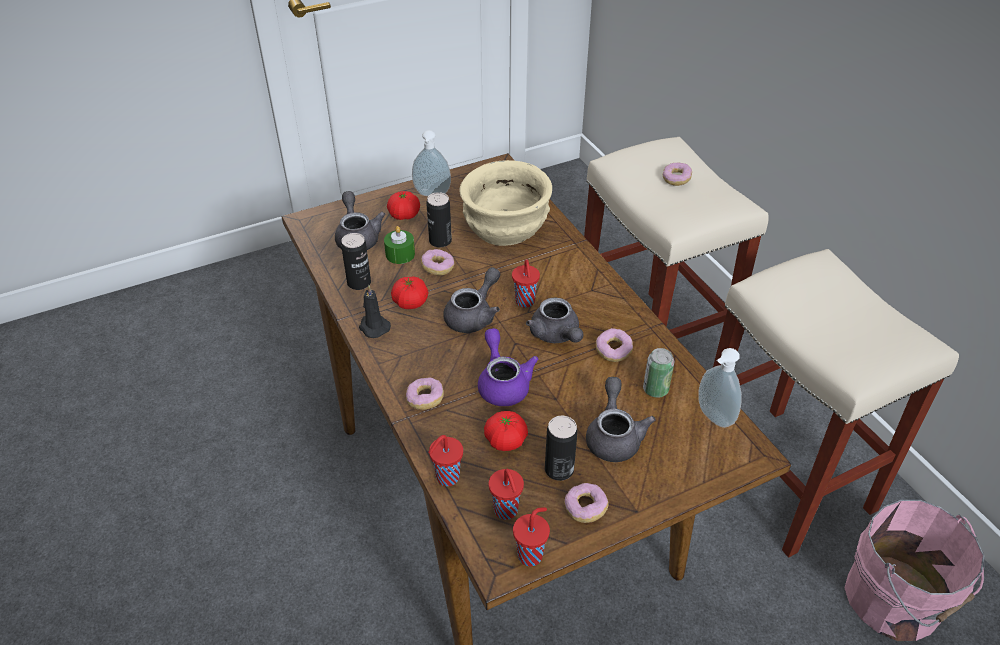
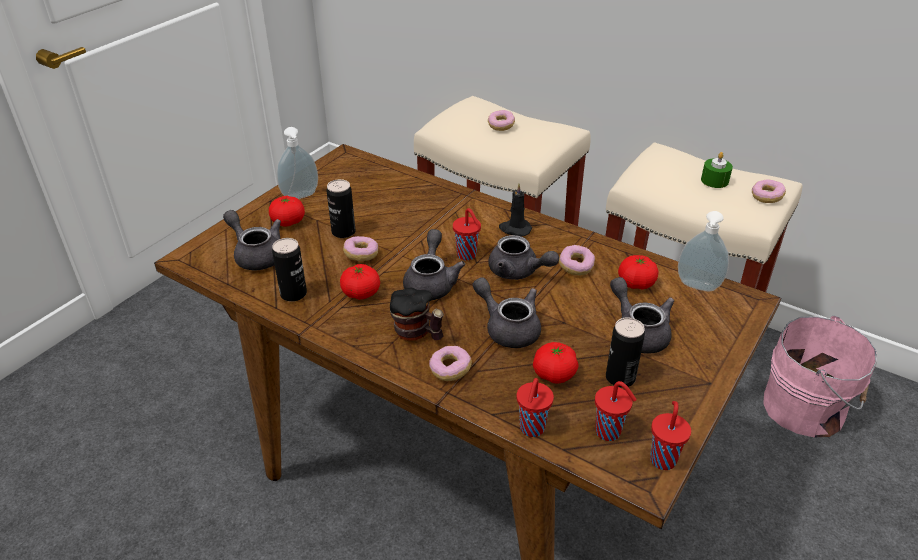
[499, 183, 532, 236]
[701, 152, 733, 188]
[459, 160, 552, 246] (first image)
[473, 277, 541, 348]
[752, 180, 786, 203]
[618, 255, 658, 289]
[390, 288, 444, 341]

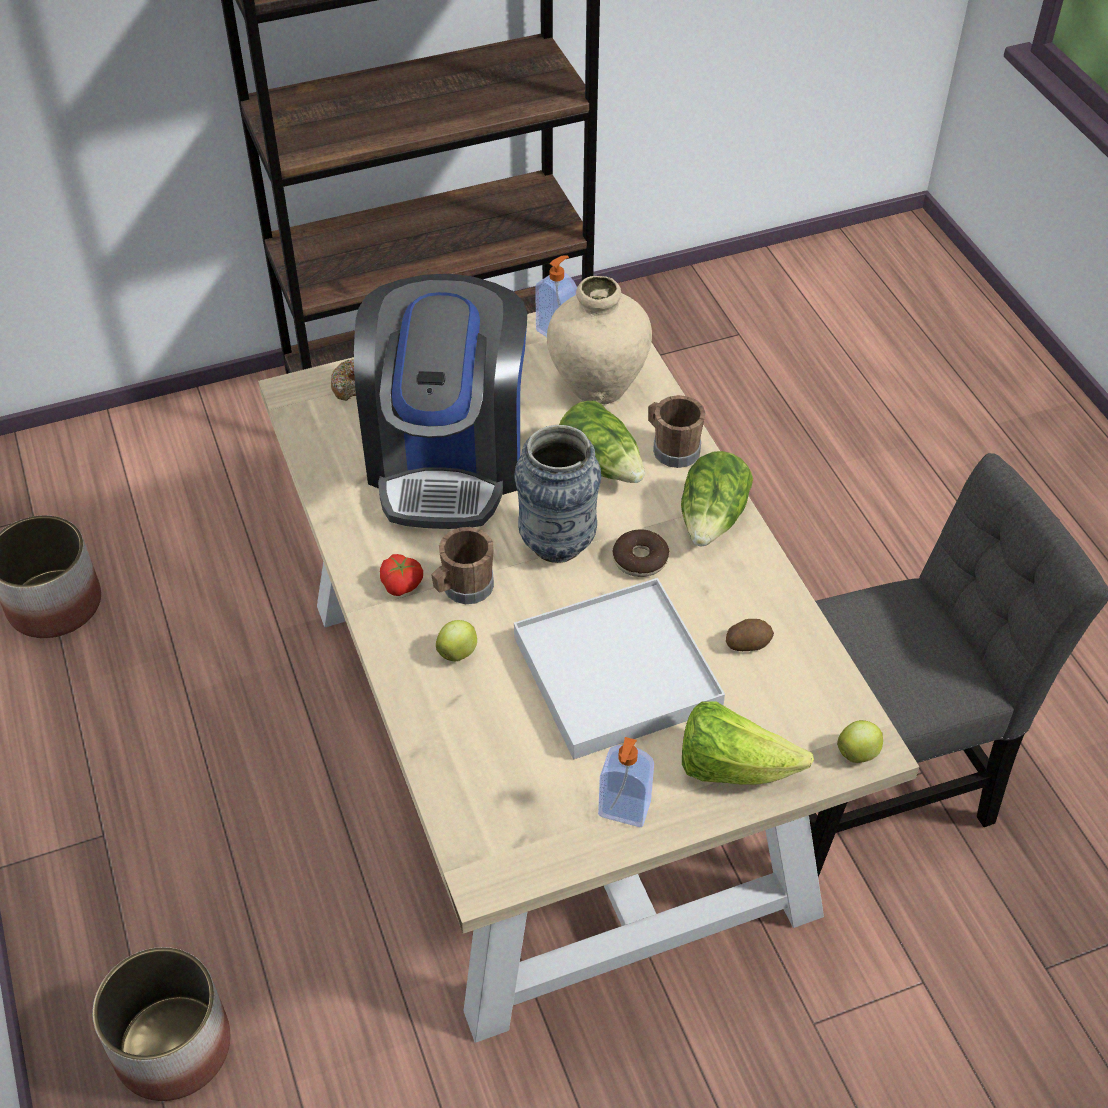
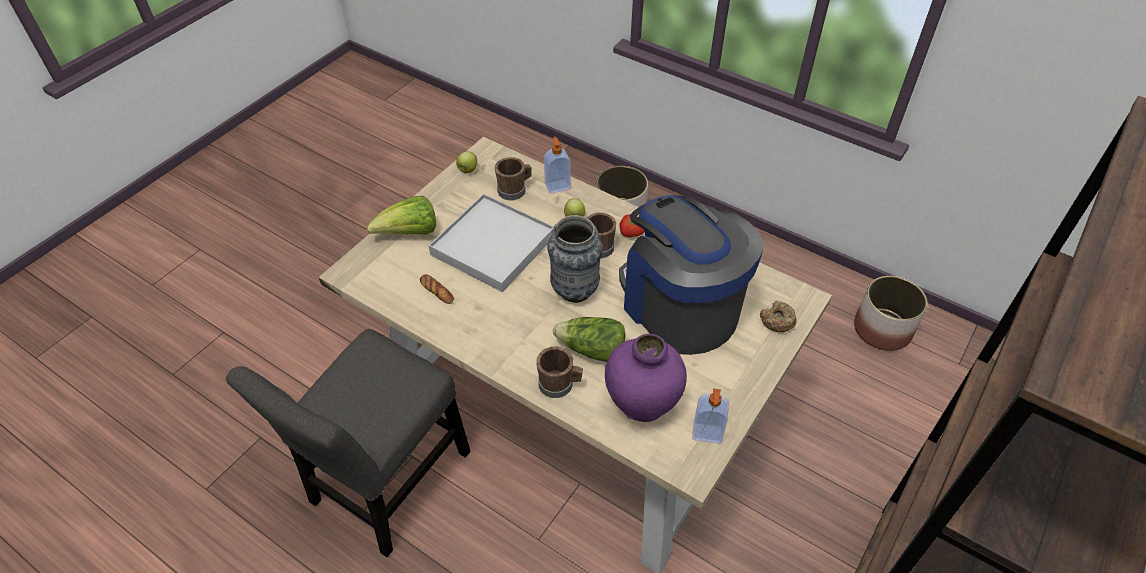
[605, 334, 687, 422]
[544, 137, 571, 194]
[612, 529, 669, 577] (first image)
[681, 451, 753, 547] (first image)
[420, 274, 454, 304]
[456, 151, 477, 173]
[495, 157, 532, 201]

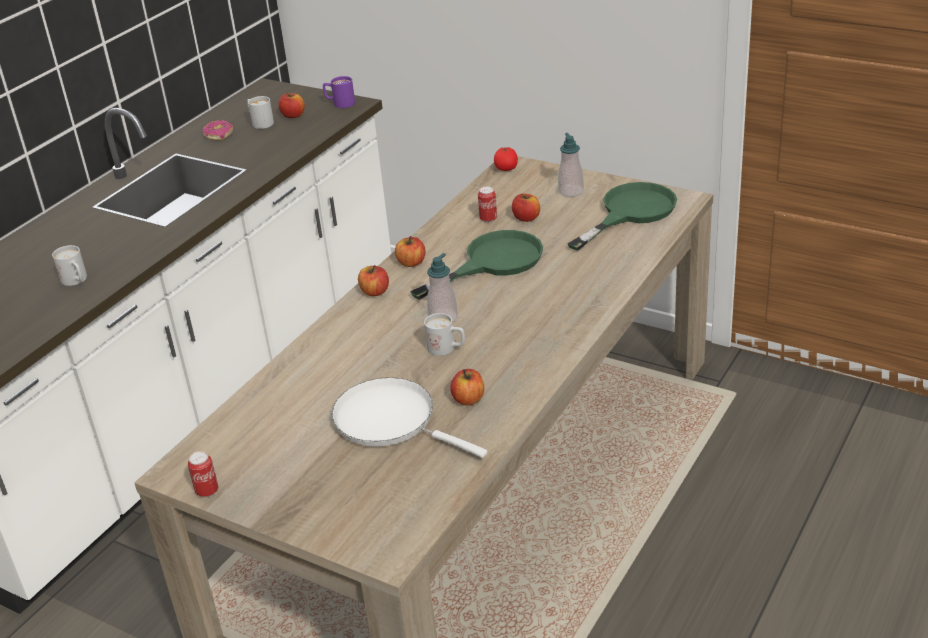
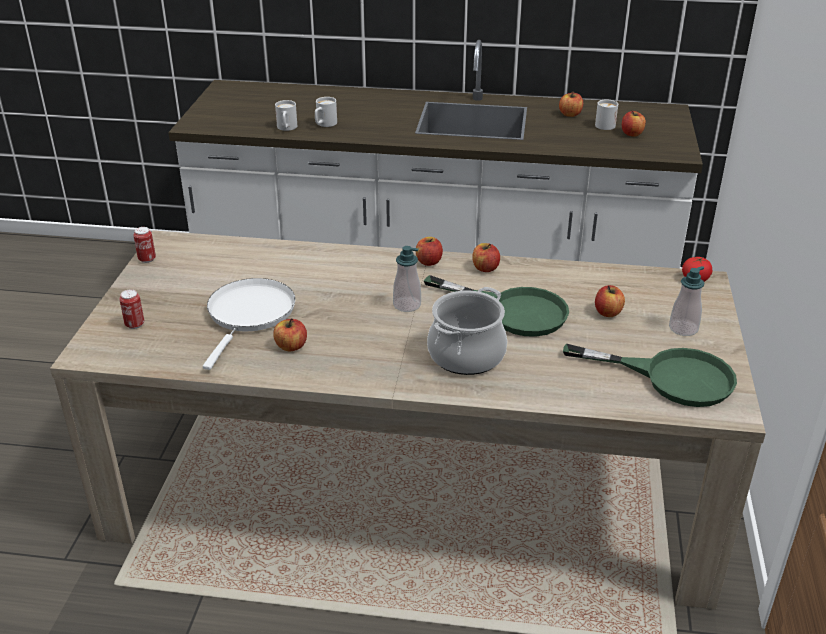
[559, 91, 583, 117]
[323, 76, 355, 108] (first image)
[275, 100, 297, 131]
[119, 289, 144, 329]
[427, 287, 507, 375]

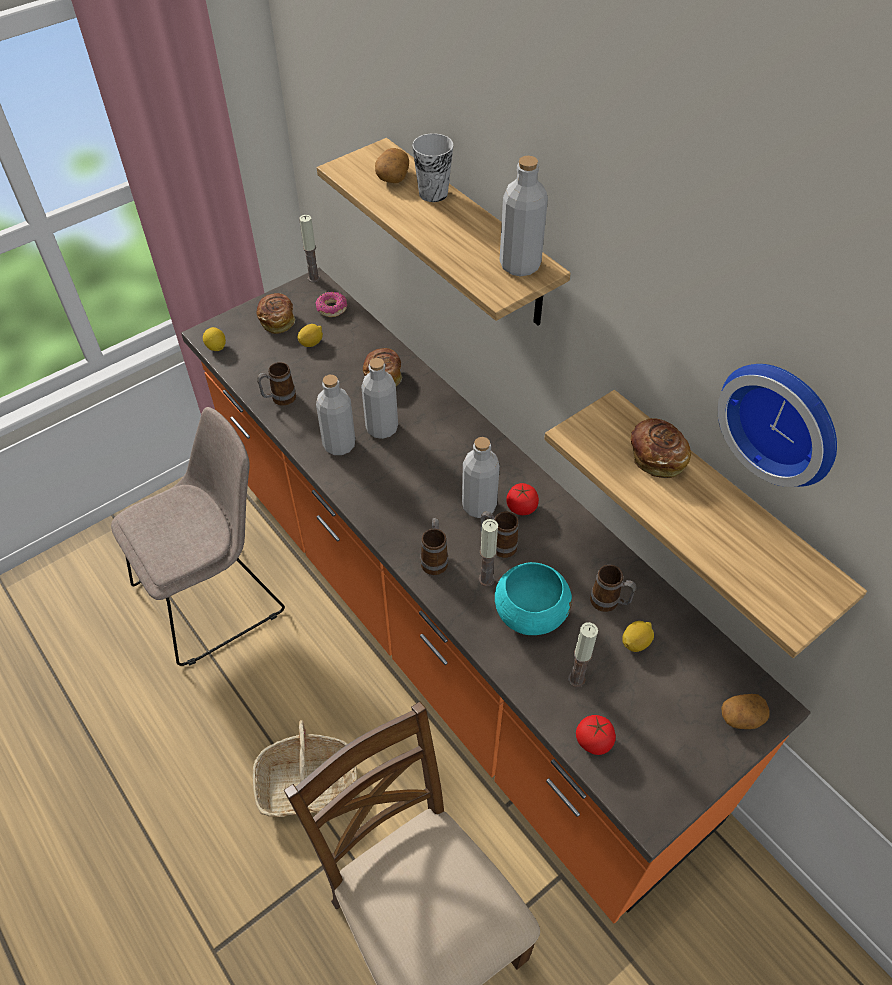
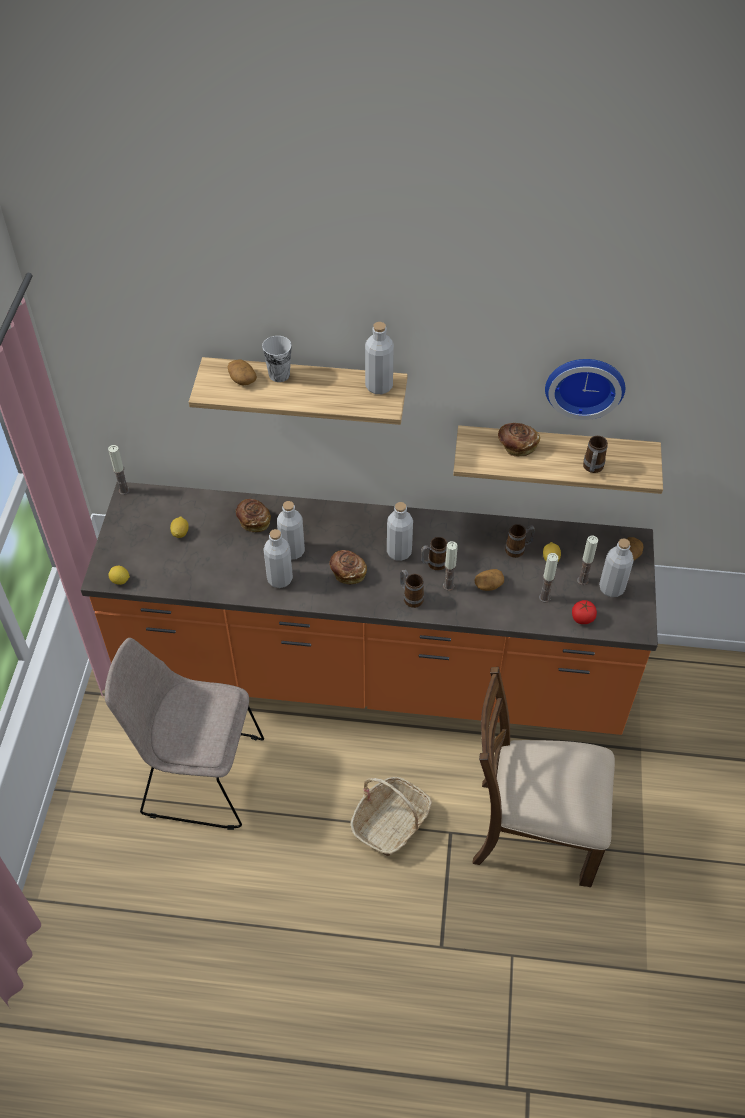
[105, 638, 264, 830]
[329, 550, 367, 585]
[583, 436, 608, 473]
[315, 292, 347, 317] (first image)
[474, 569, 504, 591]
[506, 483, 539, 515] (first image)
[577, 535, 598, 585]
[599, 539, 634, 597]

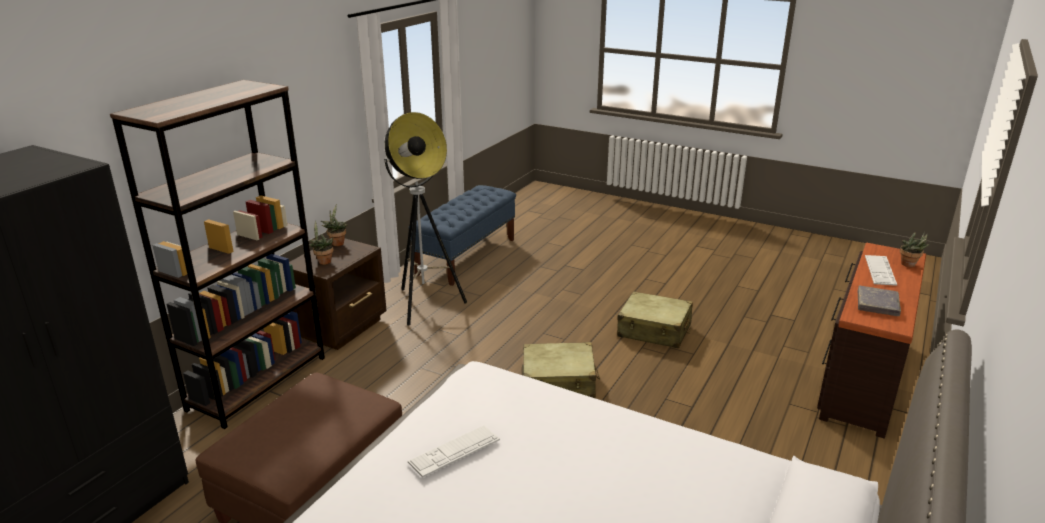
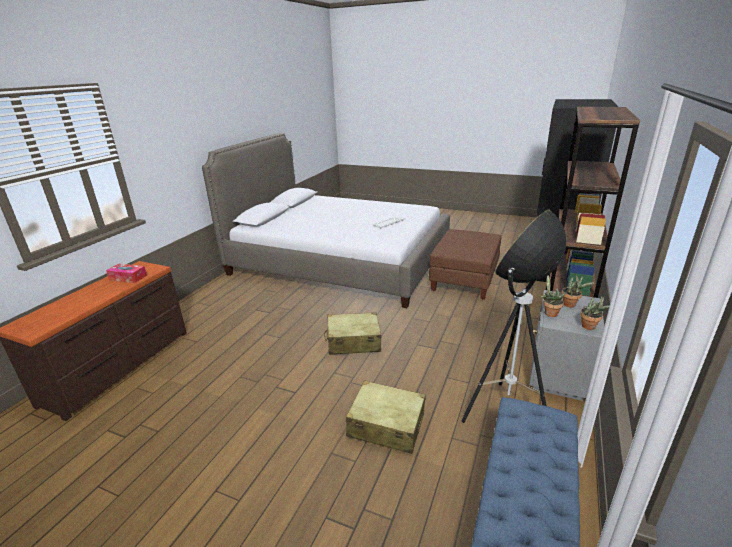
[529, 290, 604, 401]
[346, 380, 426, 454]
[106, 264, 147, 283]
[865, 255, 897, 286] (first image)
[541, 275, 565, 317]

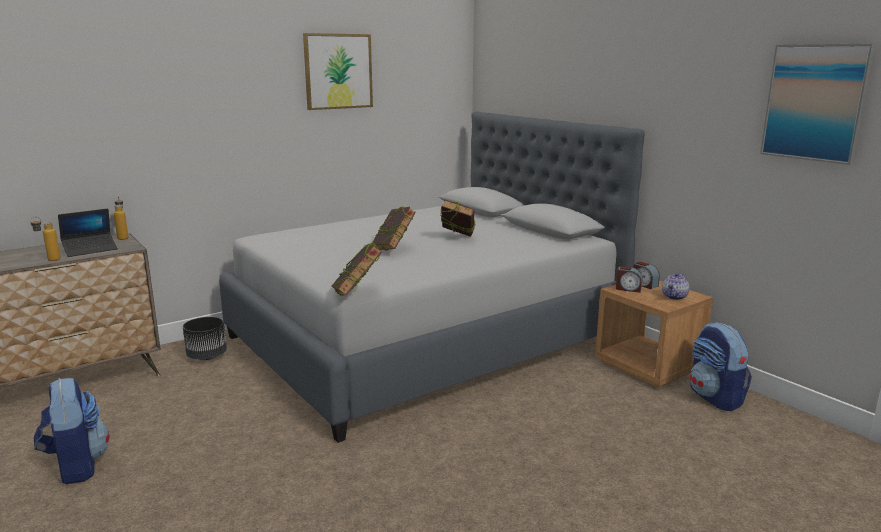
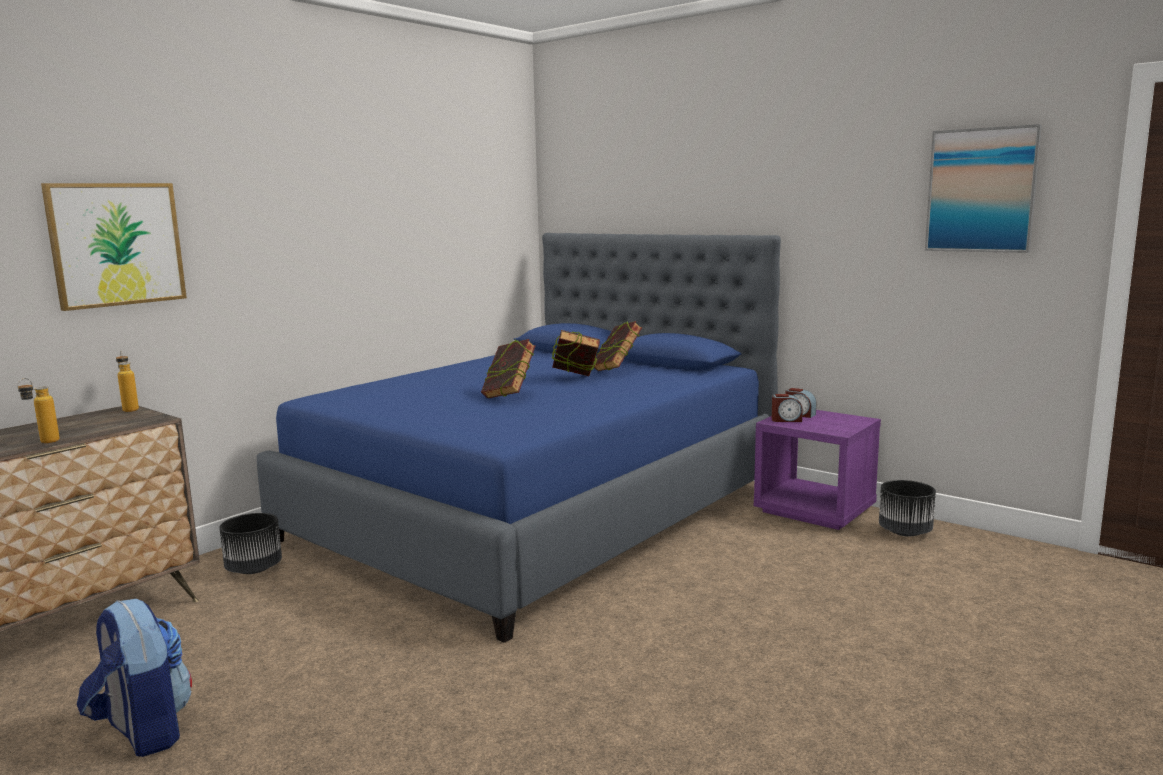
[58, 209, 118, 257] (first image)
[256, 233, 781, 643]
[41, 183, 187, 311]
[593, 321, 642, 371]
[754, 410, 881, 530]
[662, 273, 689, 300] (first image)
[879, 480, 936, 536]

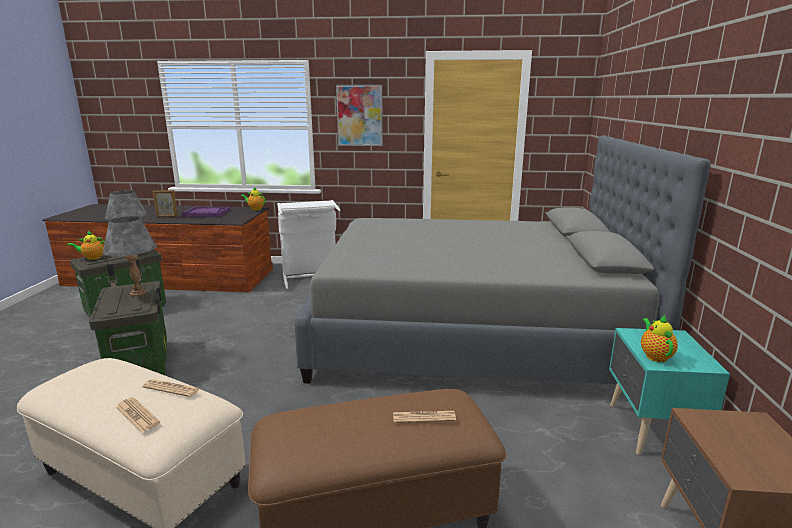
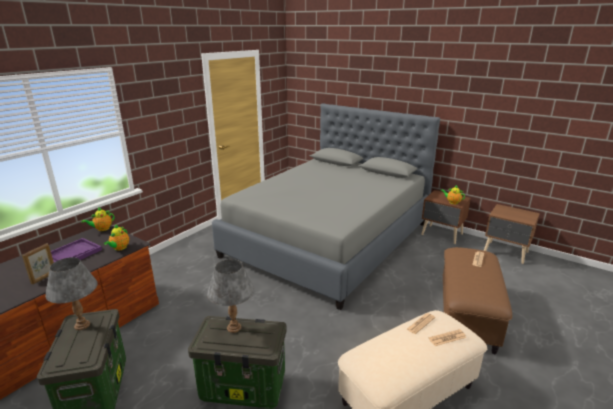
[104, 224, 129, 251]
[277, 200, 340, 289] (first image)
[336, 85, 383, 146] (first image)
[421, 190, 471, 244]

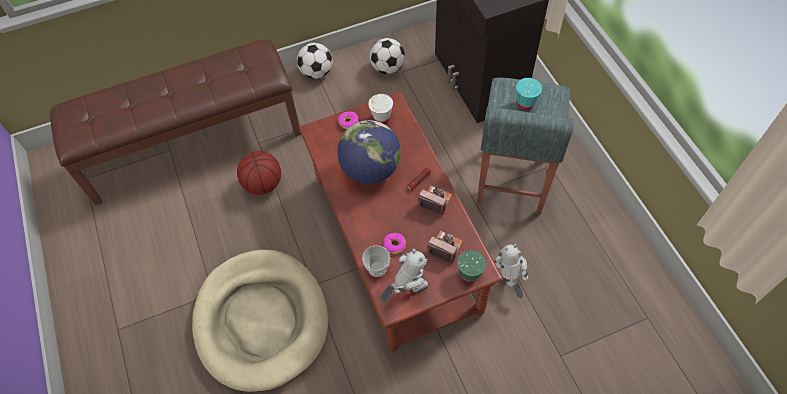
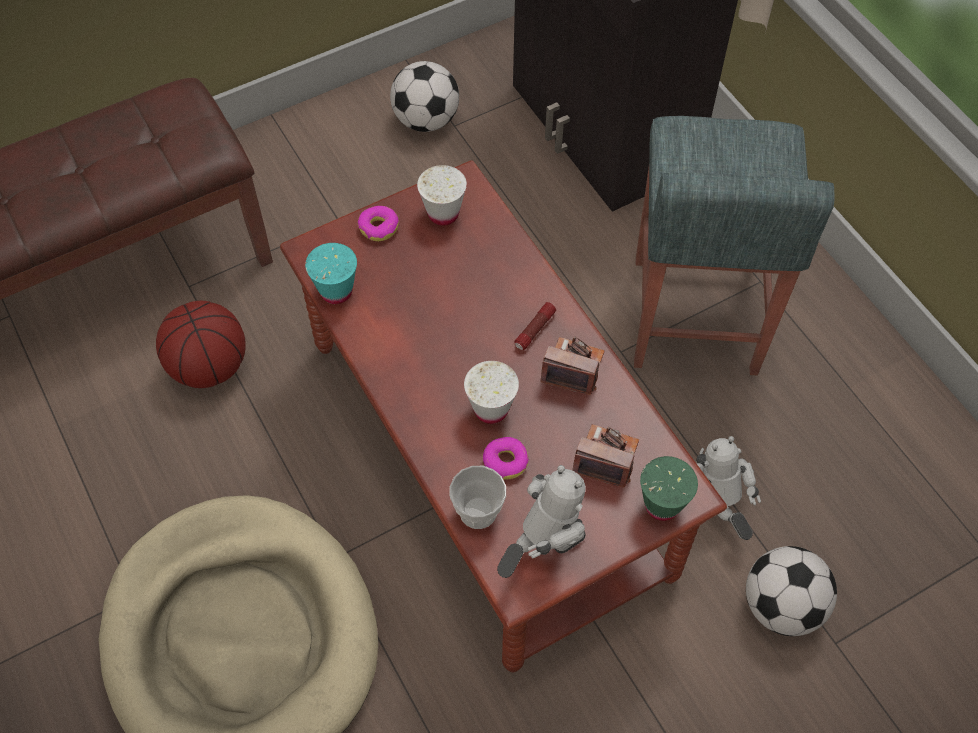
[746, 546, 837, 636]
[337, 120, 401, 184] (first image)
[305, 243, 357, 304]
[464, 361, 519, 424]

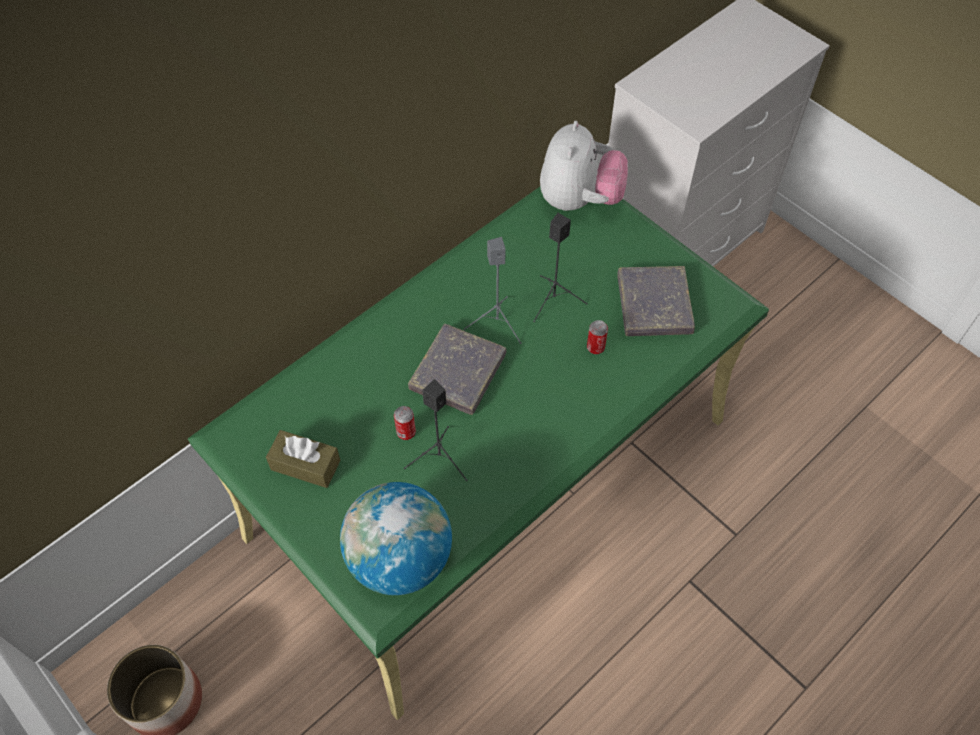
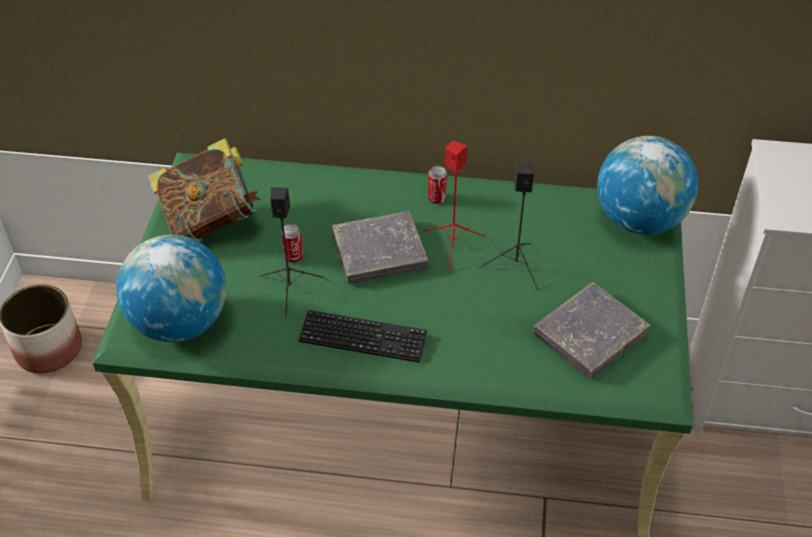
[148, 138, 261, 242]
[424, 140, 485, 273]
[597, 136, 698, 235]
[428, 166, 447, 204]
[298, 310, 428, 363]

